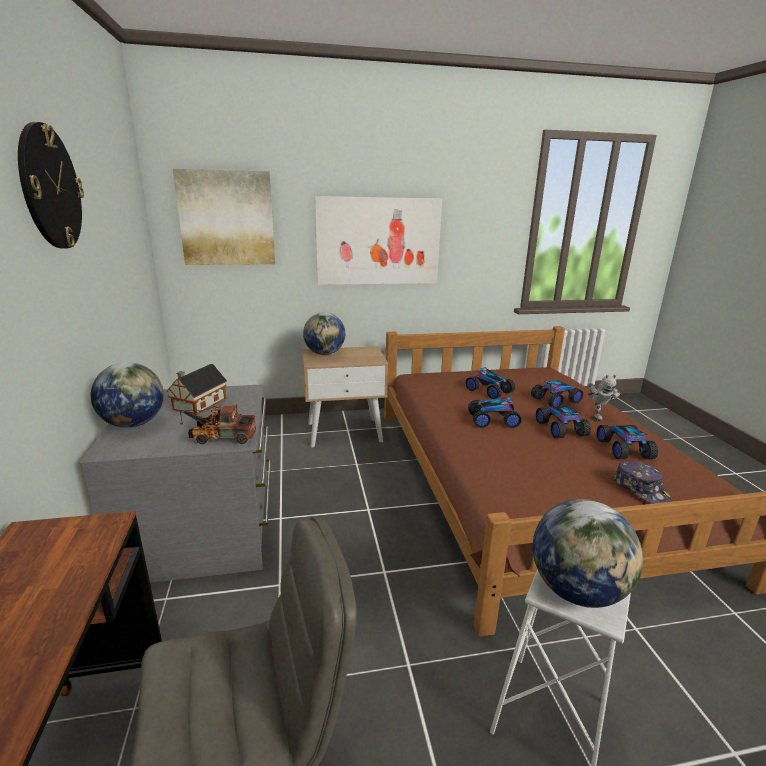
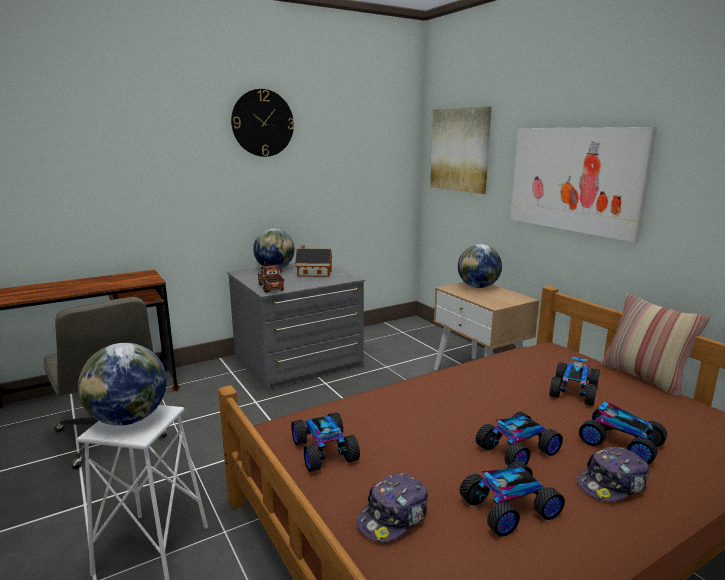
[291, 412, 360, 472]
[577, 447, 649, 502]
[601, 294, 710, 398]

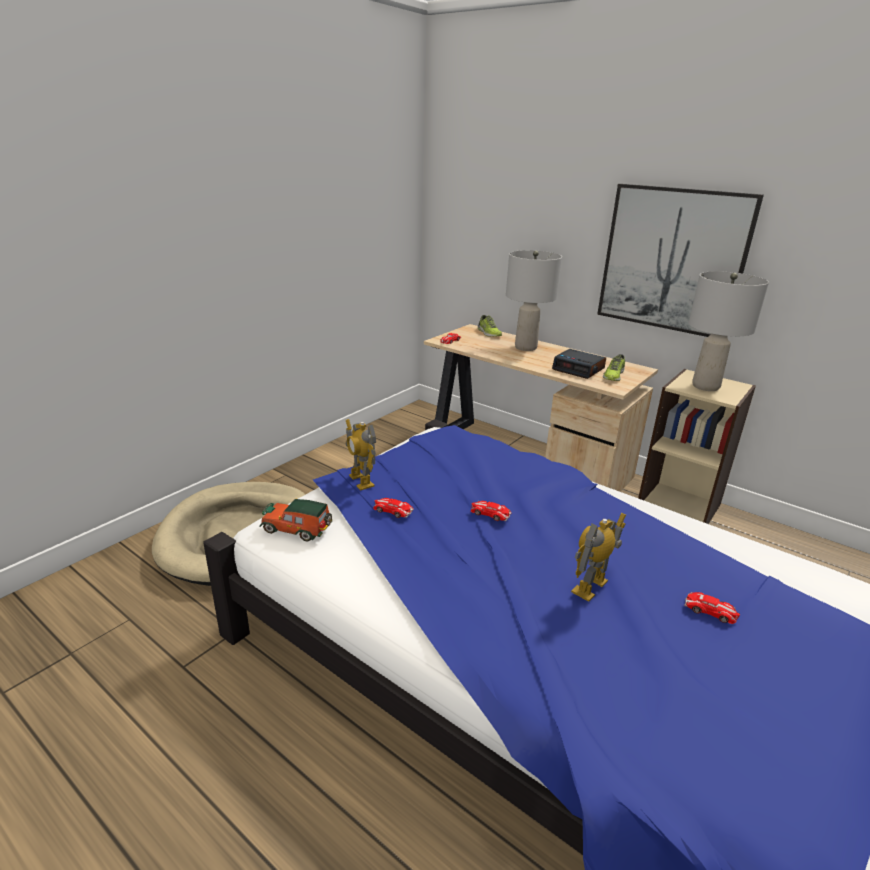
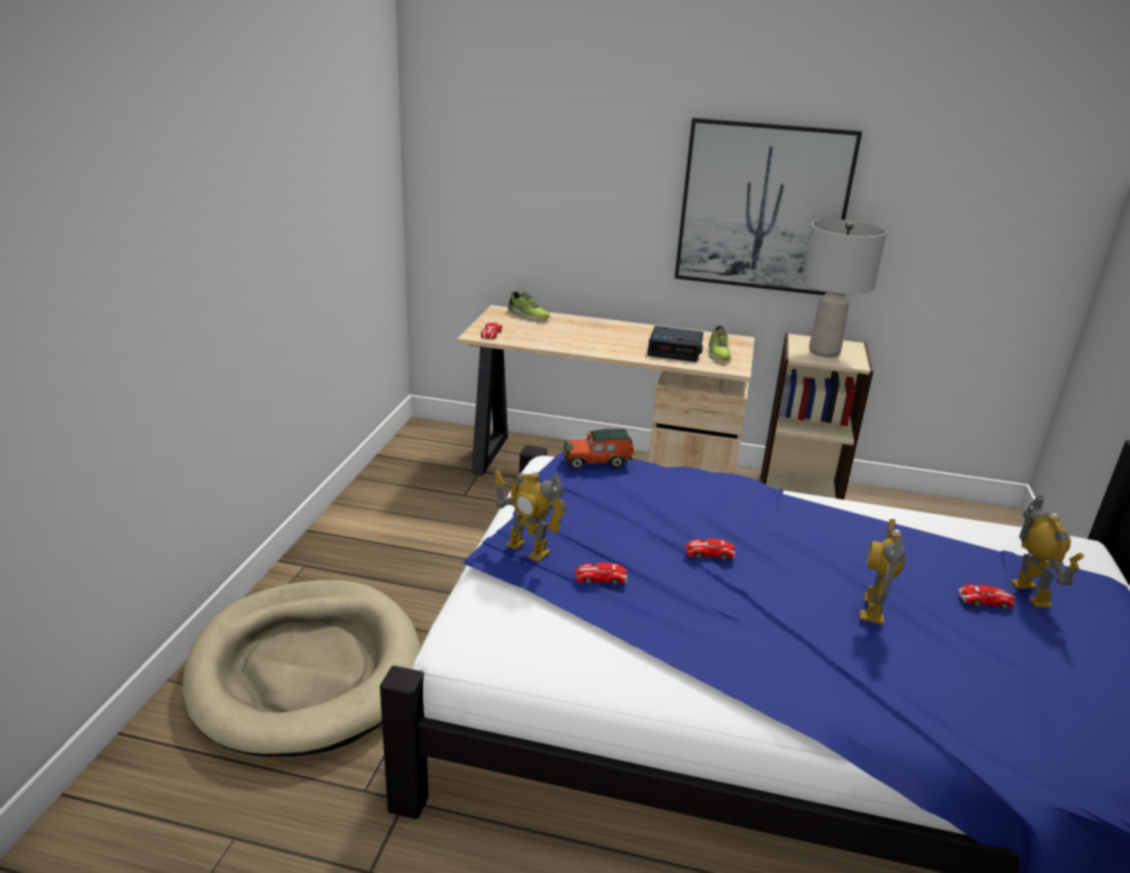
[564, 429, 636, 469]
[506, 250, 562, 351] (first image)
[1010, 496, 1084, 608]

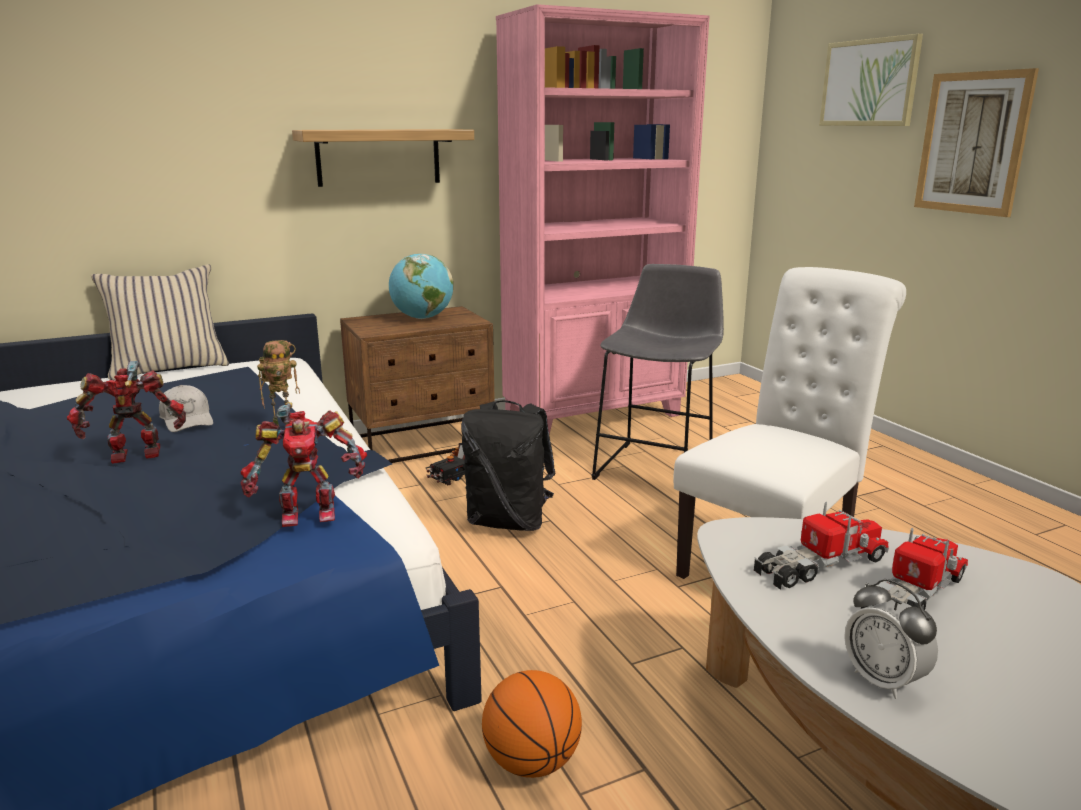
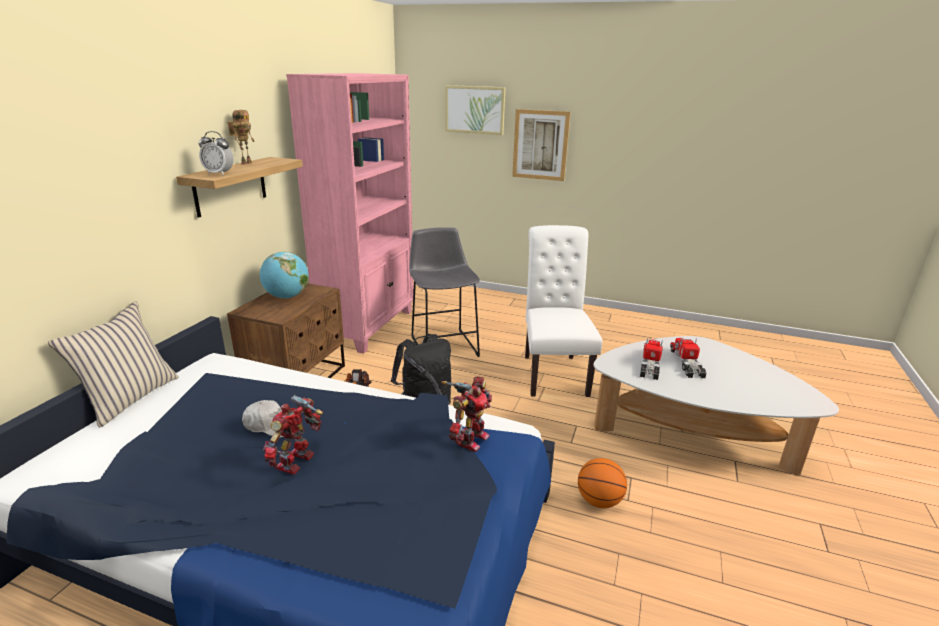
[227, 110, 254, 165]
[199, 131, 234, 176]

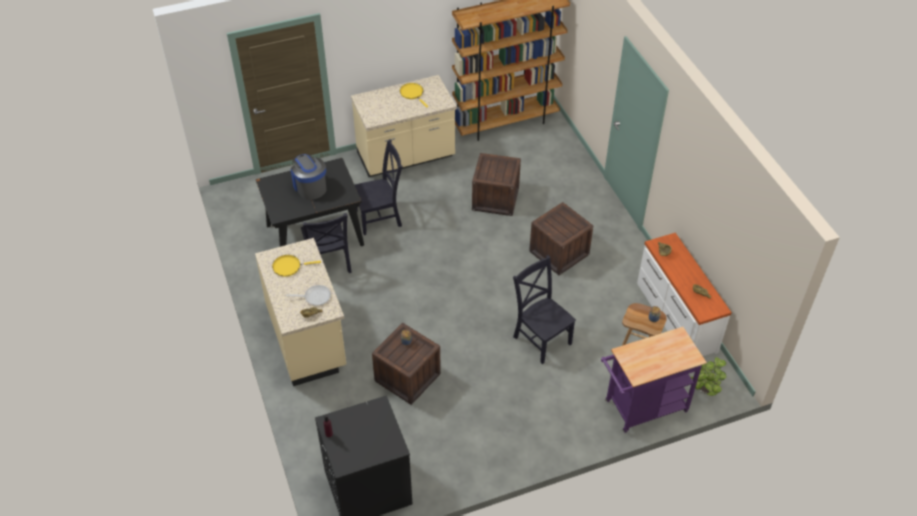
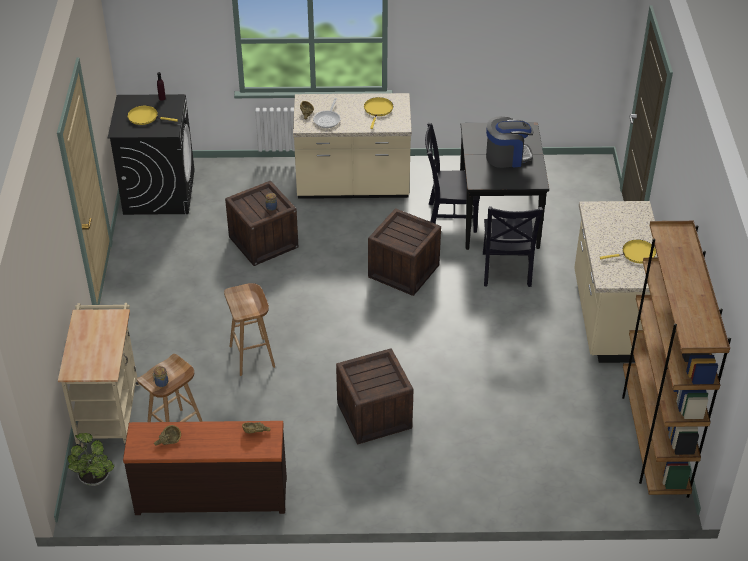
[368, 208, 441, 296]
[224, 283, 275, 376]
[58, 303, 140, 448]
[123, 421, 287, 515]
[127, 106, 178, 125]

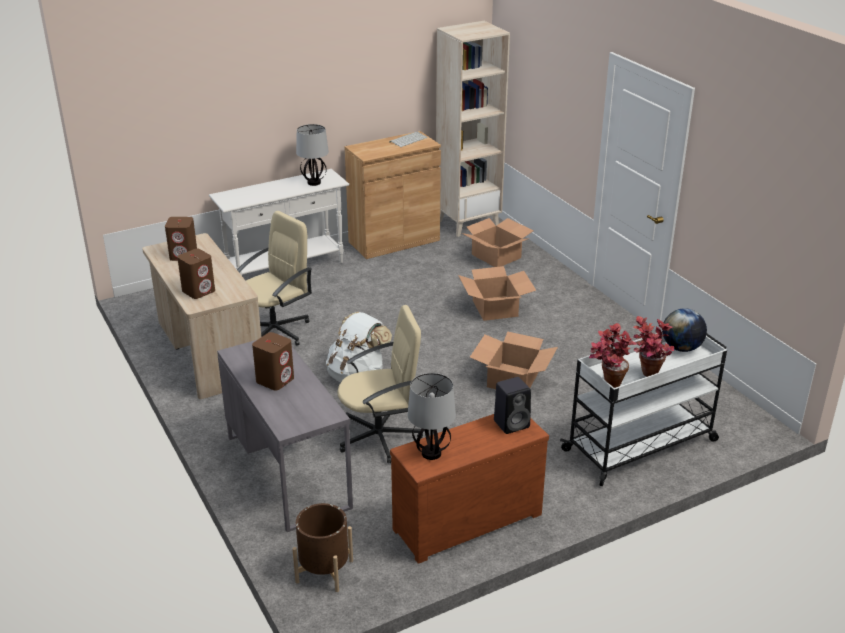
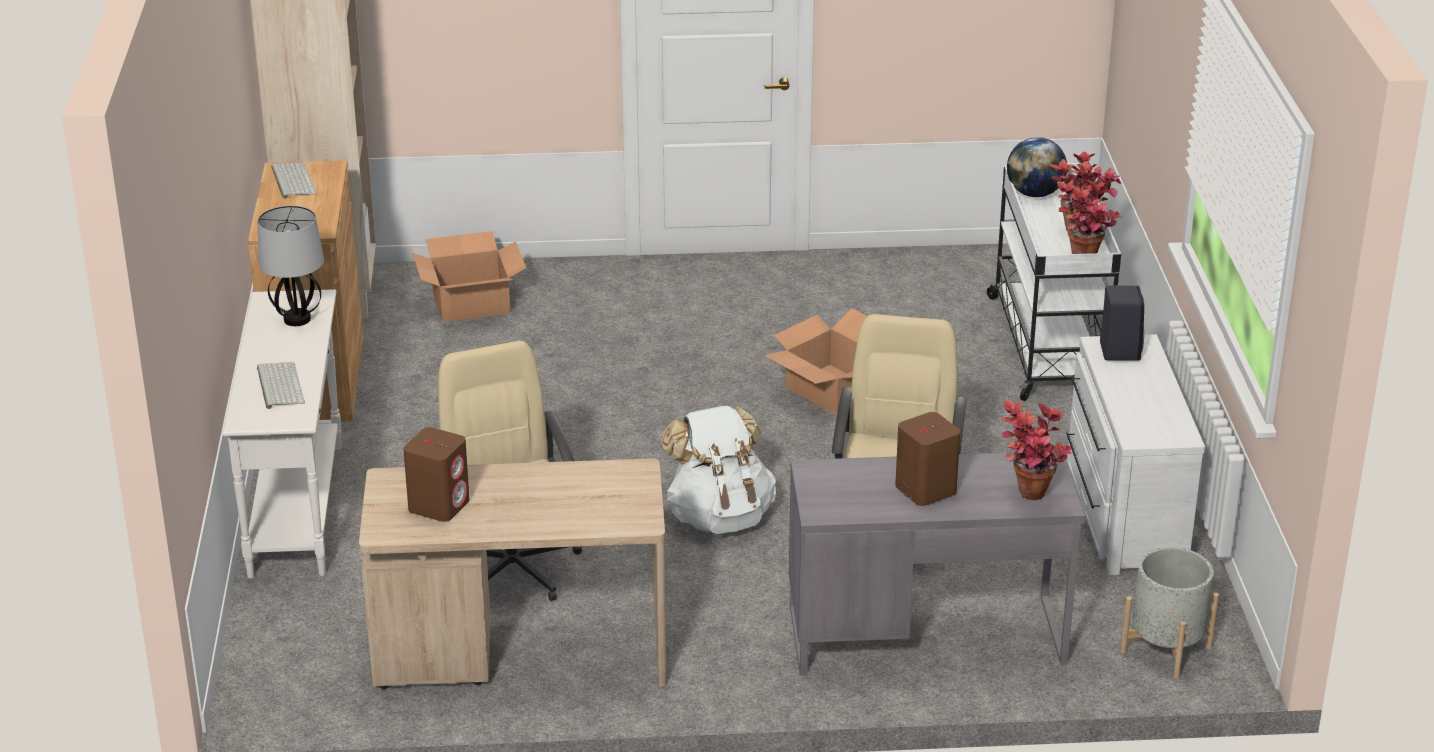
[177, 249, 215, 299] (first image)
[1120, 547, 1219, 679]
[1066, 334, 1205, 575]
[407, 373, 456, 460] (first image)
[458, 266, 536, 321] (first image)
[257, 362, 305, 409]
[1001, 400, 1071, 500]

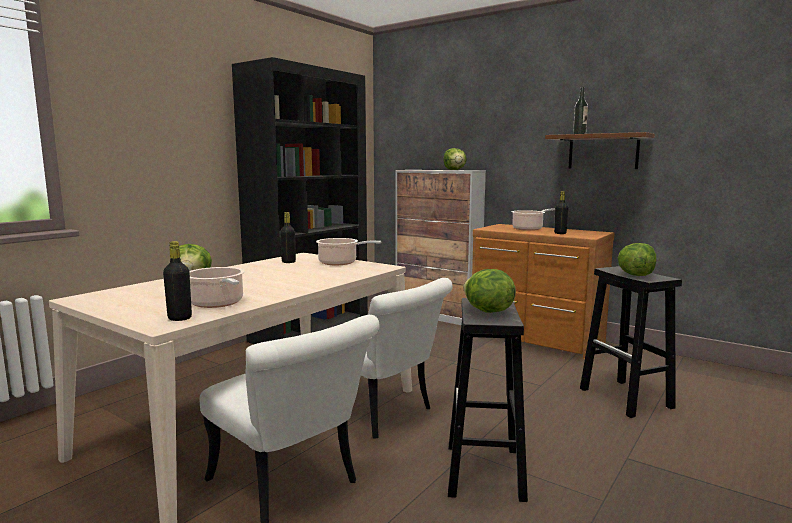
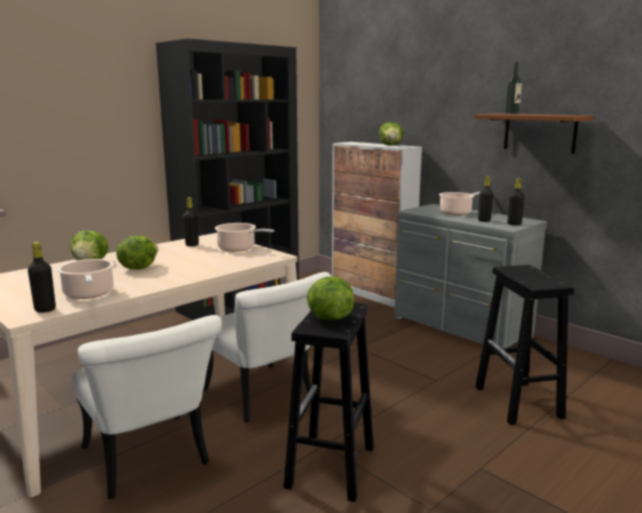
[394, 204, 547, 348]
[116, 236, 158, 270]
[507, 179, 525, 225]

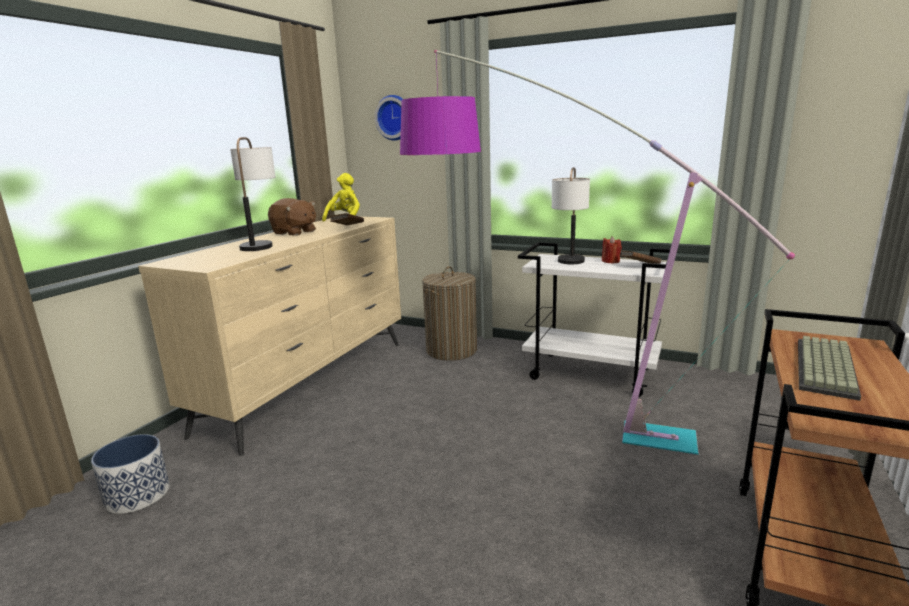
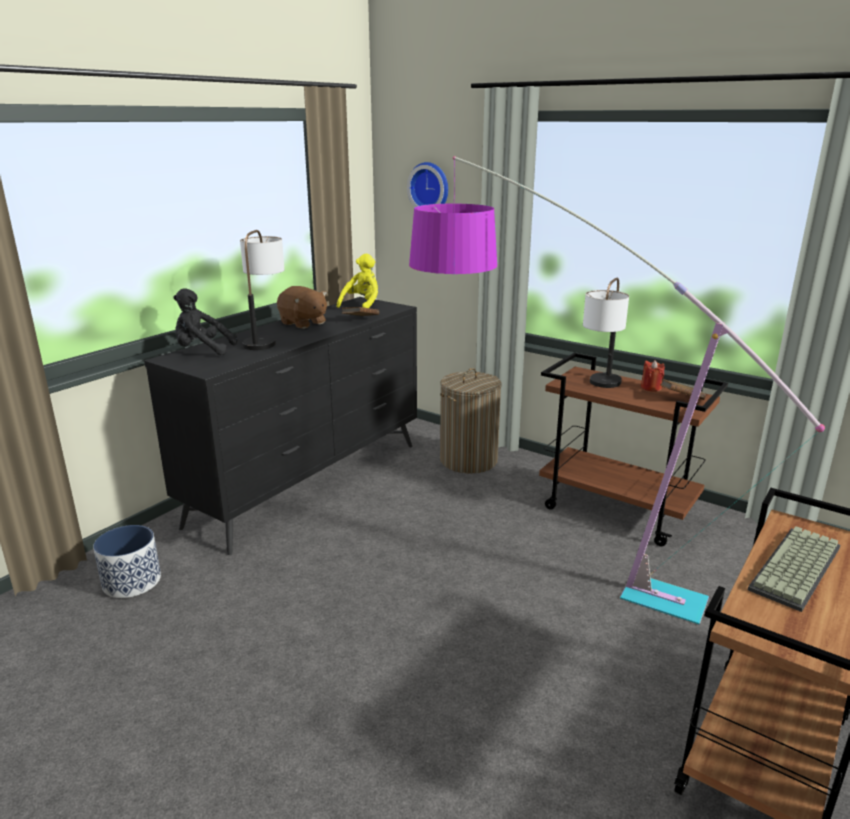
[144, 297, 417, 555]
[539, 353, 728, 546]
[173, 288, 237, 355]

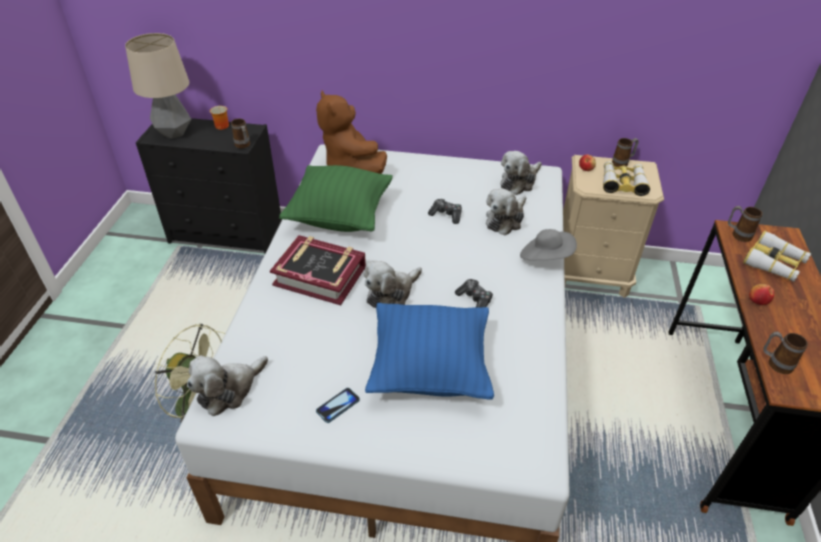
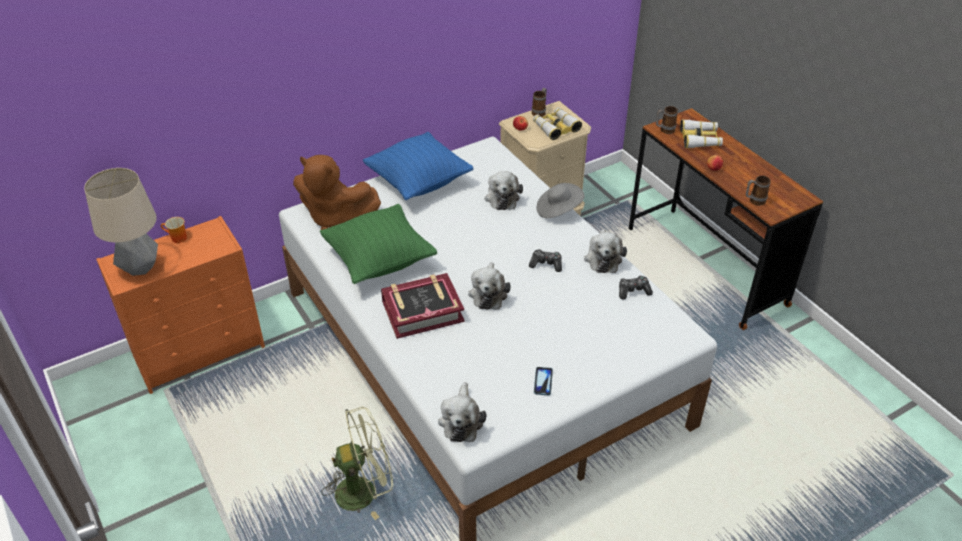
[96, 216, 265, 394]
[231, 119, 250, 148] (first image)
[363, 132, 474, 200]
[619, 276, 653, 299]
[584, 229, 627, 273]

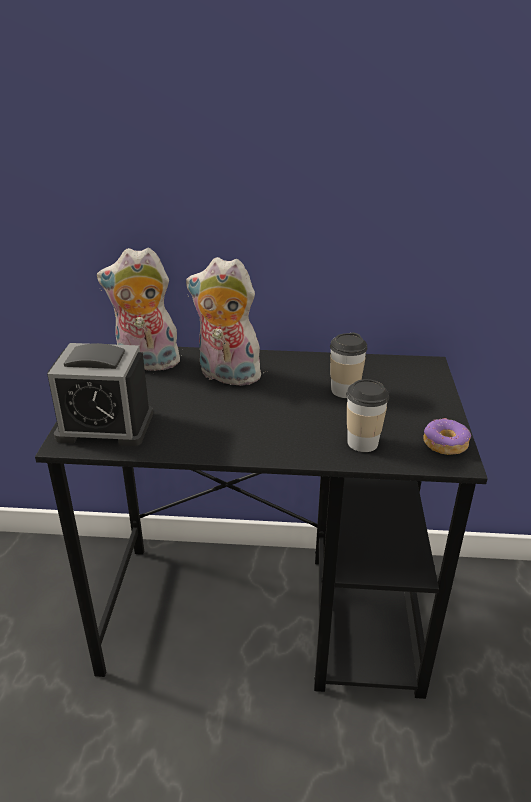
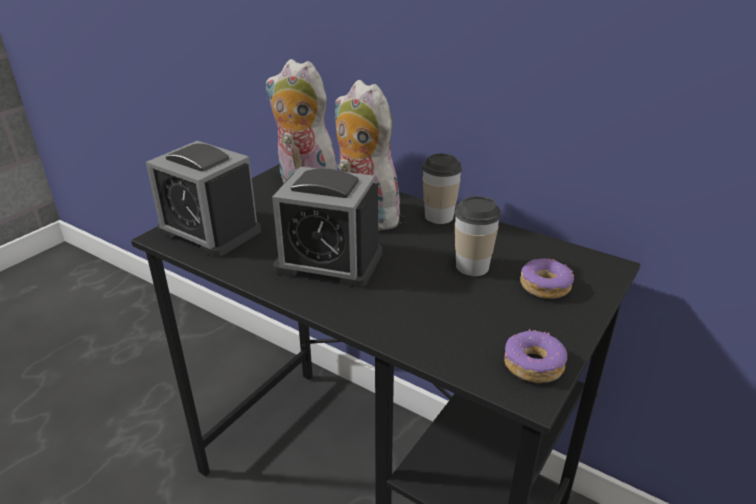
[422, 154, 462, 224]
[272, 167, 382, 288]
[520, 259, 574, 299]

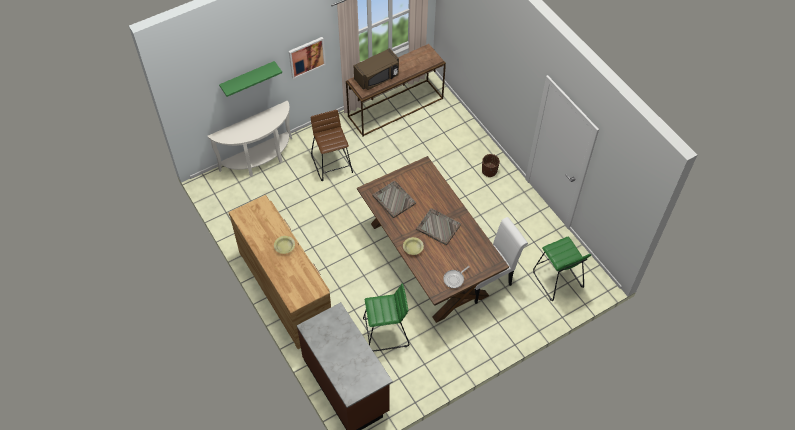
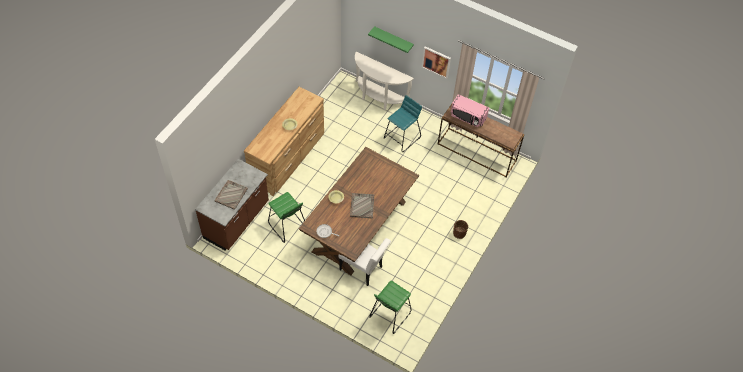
[384, 95, 422, 152]
[451, 94, 489, 127]
[214, 180, 248, 210]

